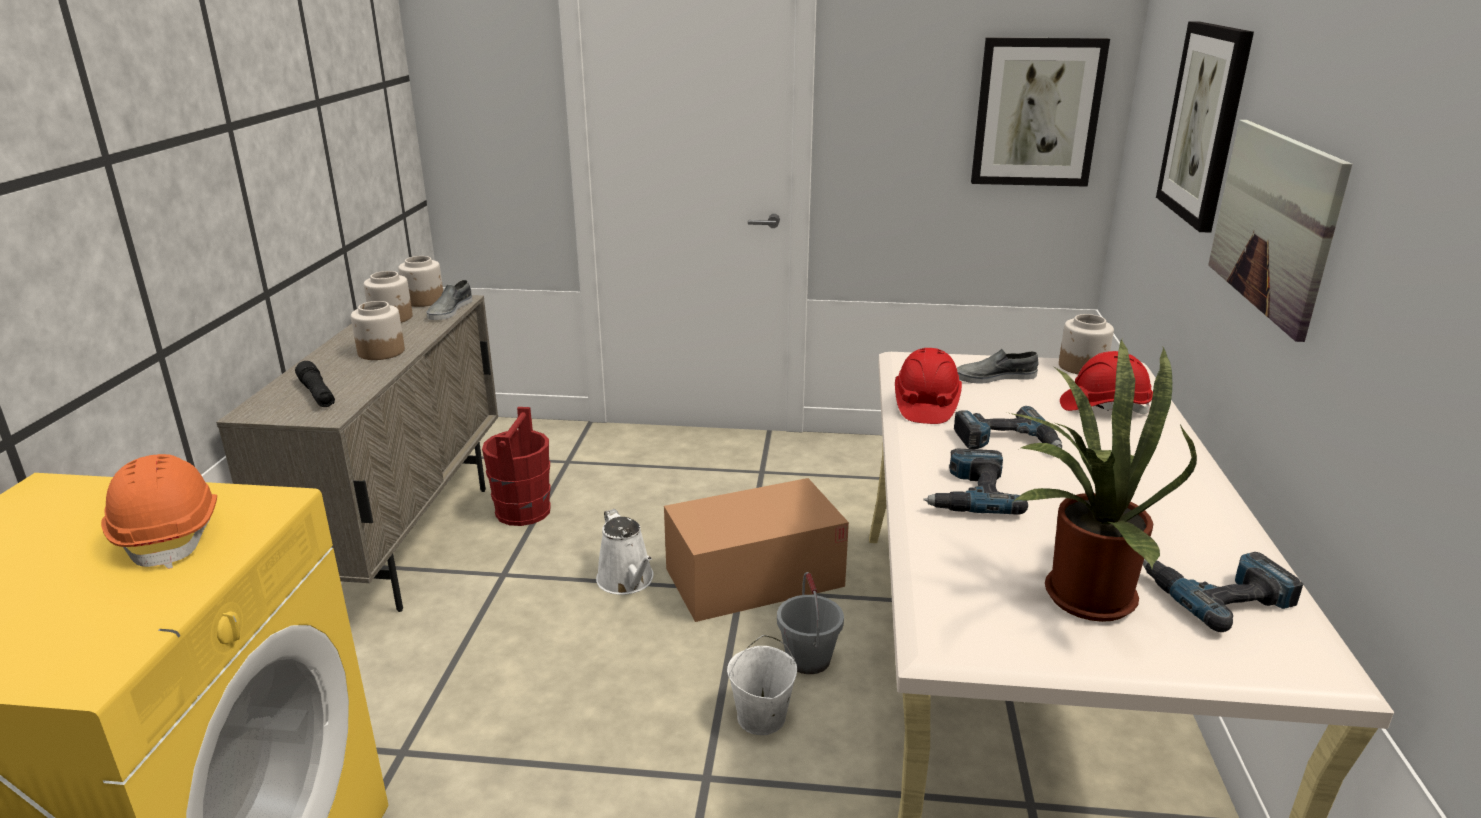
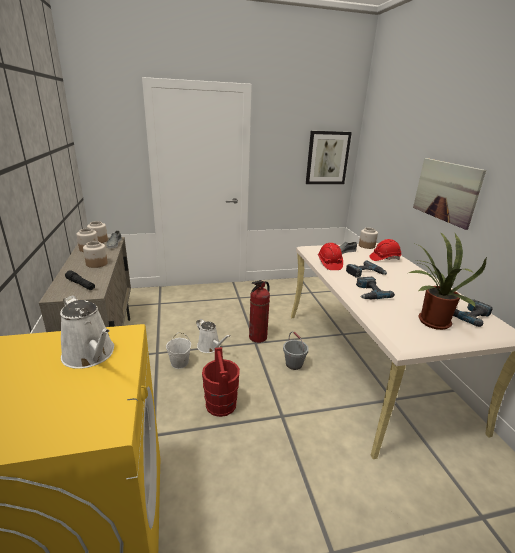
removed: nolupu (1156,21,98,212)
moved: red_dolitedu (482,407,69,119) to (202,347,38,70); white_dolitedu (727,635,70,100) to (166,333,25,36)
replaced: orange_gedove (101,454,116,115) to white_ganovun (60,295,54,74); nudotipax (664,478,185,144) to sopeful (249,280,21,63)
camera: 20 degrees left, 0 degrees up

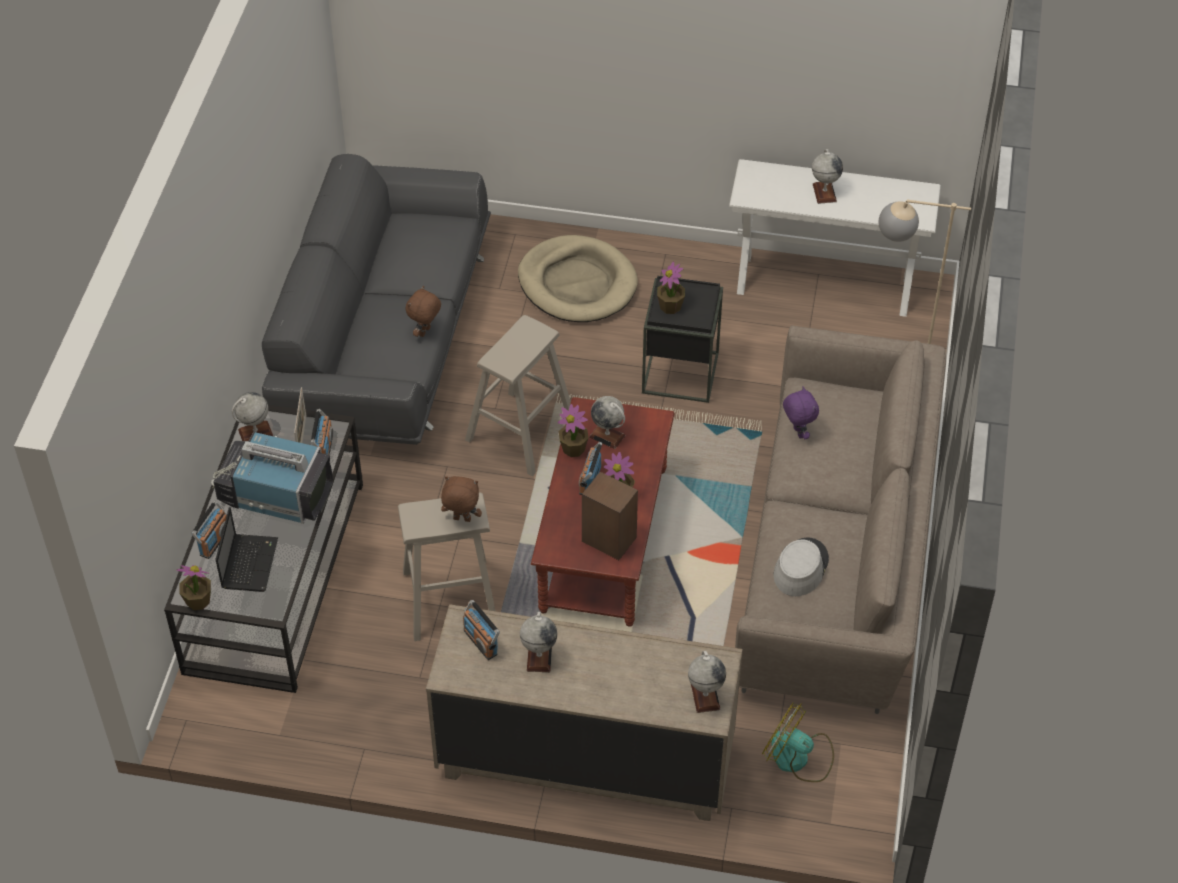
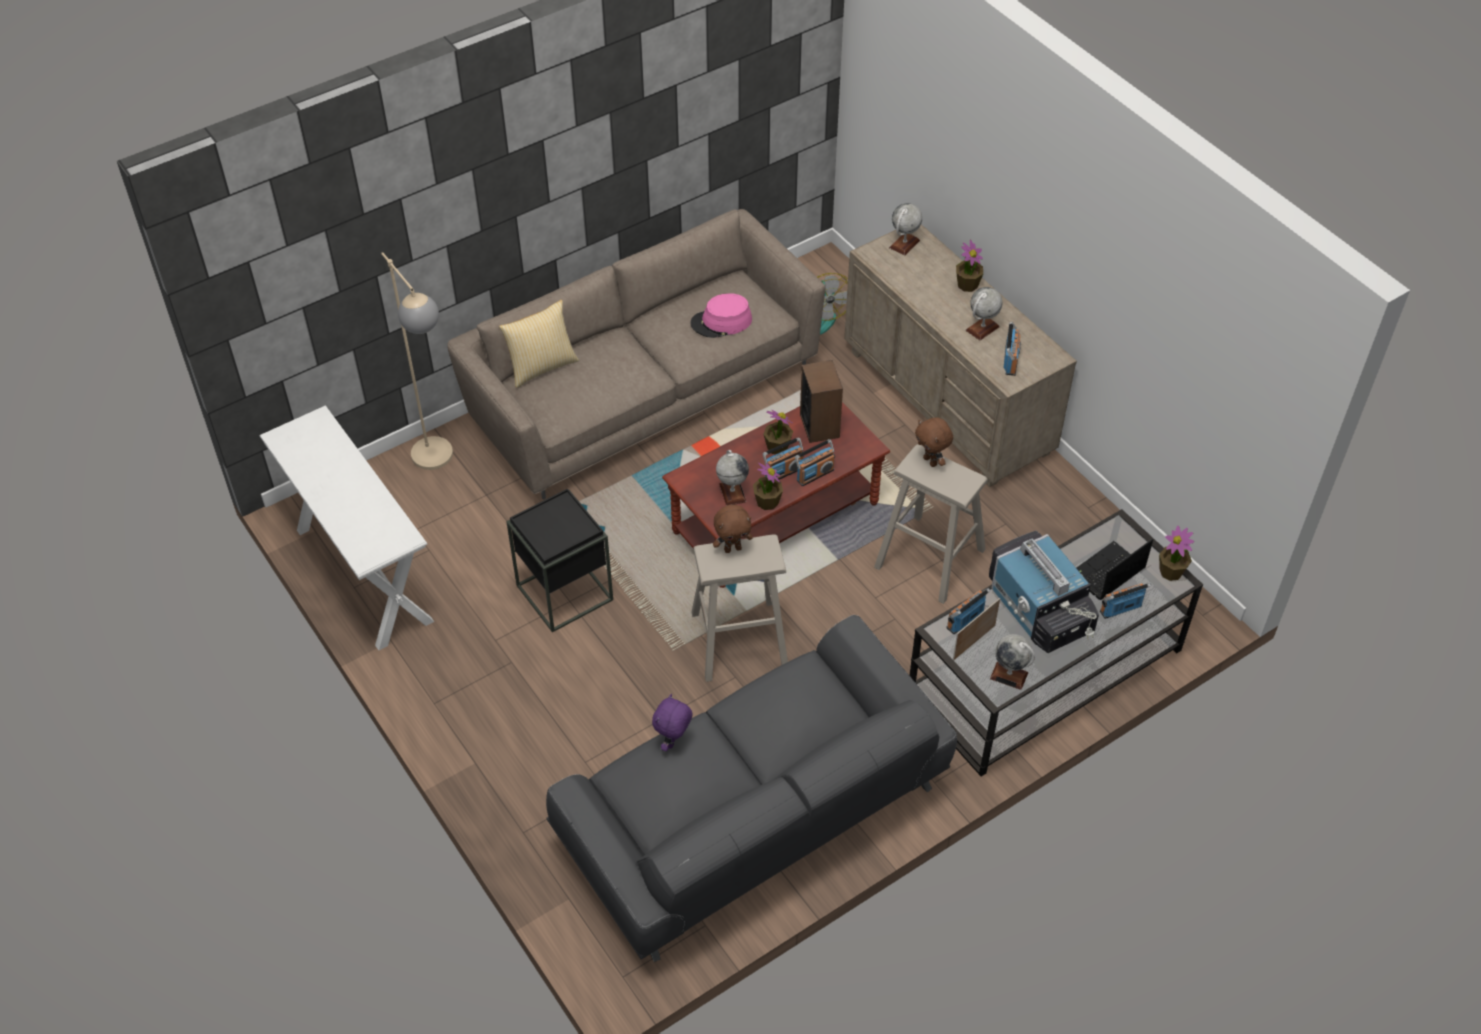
removed: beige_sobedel (518,235,120,87); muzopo (812,149,31,55)
added: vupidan (499,300,80,88); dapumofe (795,439,40,47)
moved: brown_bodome (406,286,35,51) to (713,505,40,48); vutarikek (657,262,28,52) to (956,240,27,52); purple_bodome (783,386,36,53) to (652,694,41,58)
recoloured: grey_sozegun (774,537,55,59) to pink_sozegun (690,293,62,45)
camera: 135 degrees left, 0 degrees up

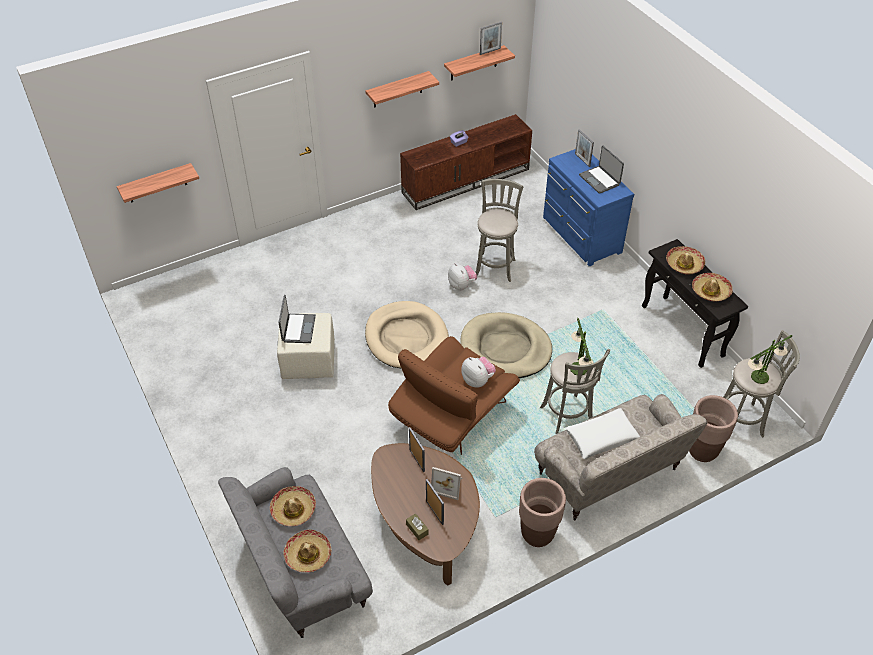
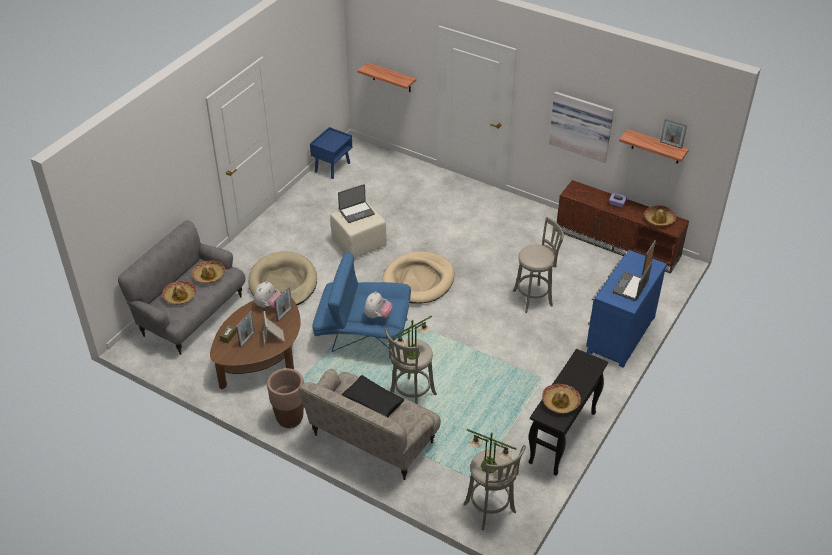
removed: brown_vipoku (689,395,49,67)
added: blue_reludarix (310,127,42,52)
moved: bodome (448,263,29,28) to (254,281,27,27); beige_sobedel (460,312,92,66) to (248,251,69,54); sozegun (666,246,39,29) to (644,205,32,21)
replaced: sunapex (365,71,74,37) to nolupu (549,92,65,71)
recoloured: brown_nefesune (388,336,132,119) to blue_nefesune (312,252,99,100); white_vupidan (565,408,75,51) to black_vupidan (342,375,62,42)
camera: 60 degrees right, 5 degrees down

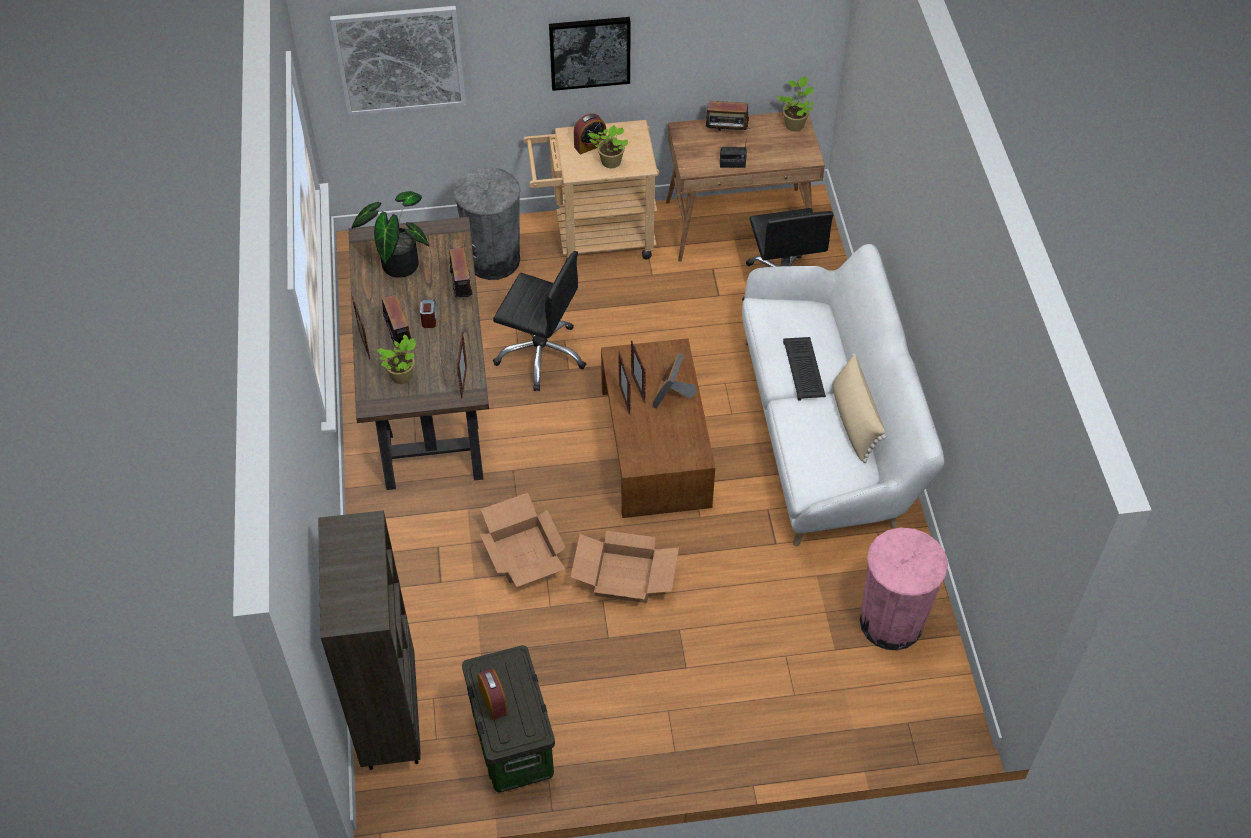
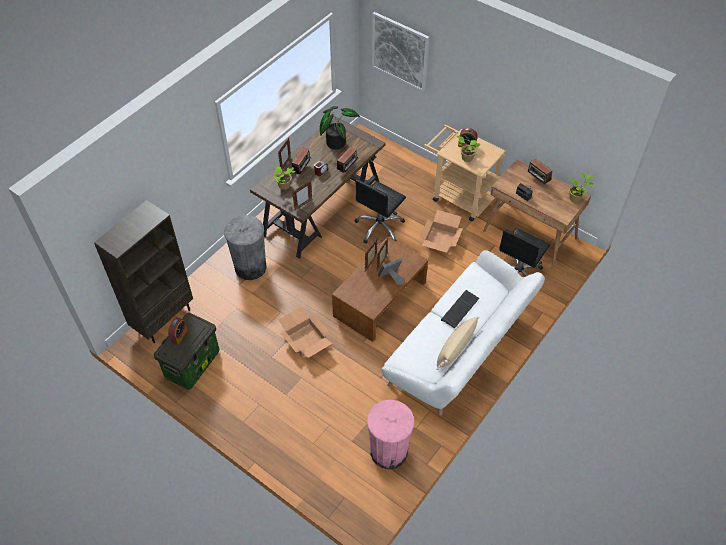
removed: nolupu (549,17,81,74)
moved: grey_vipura (453,167,68,113) to (224,215,43,65); nudotipax (480,493,86,94) to (420,210,43,43)
turned: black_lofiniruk (493,251,93,140) = (355,179,51,65) 60 degrees clockwise
camera: 45 degrees right, 0 degrees up

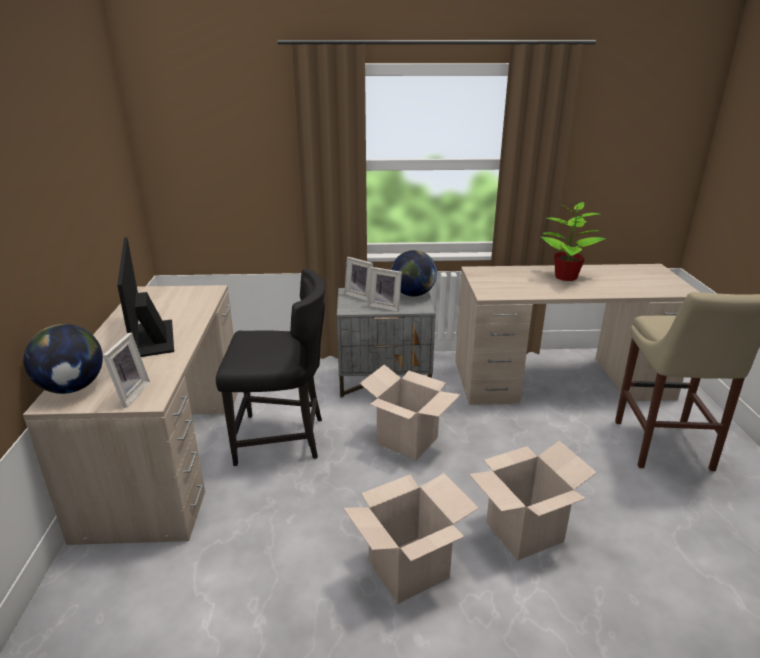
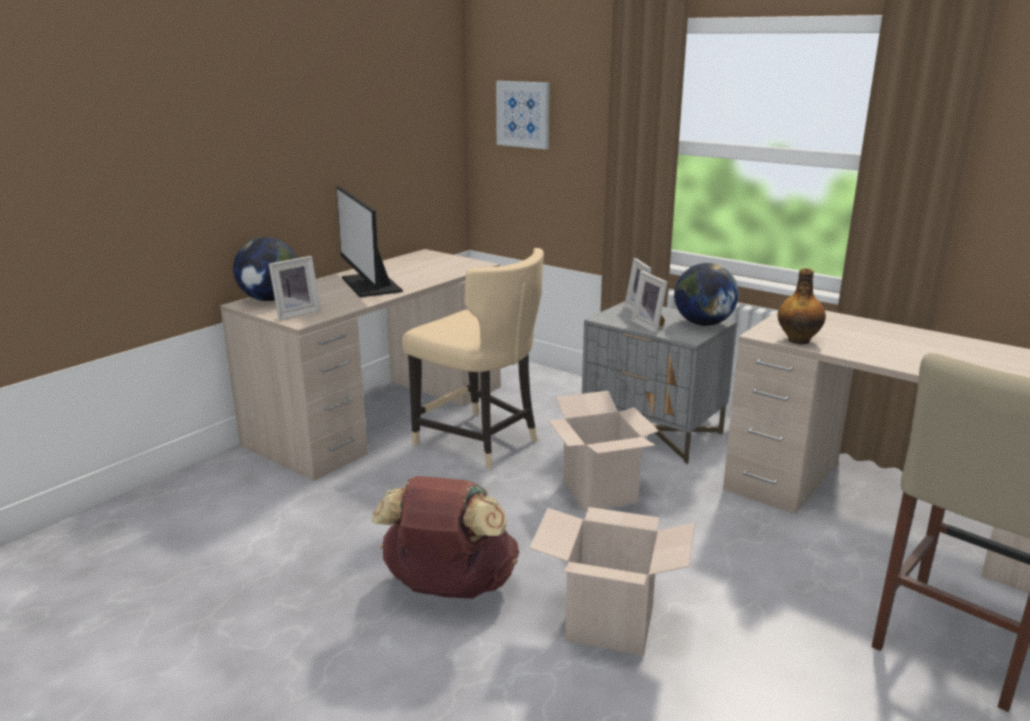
removed: vutarikek (541,201,65,80)
added: nolupu (496,81,54,68); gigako (778,268,48,76)
replaced: nudotipax (343,473,136,131) to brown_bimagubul (371,476,148,123)
recoloured: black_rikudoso (216,268,109,198) to beige_rikudoso (402,248,142,221)
turned: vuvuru (117,237,57,120) = (337,187,66,110) 45 degrees counterclockwise
camera: 40 degrees right, 5 degrees down

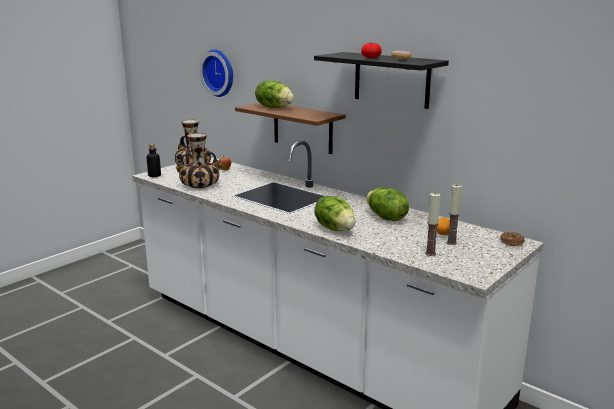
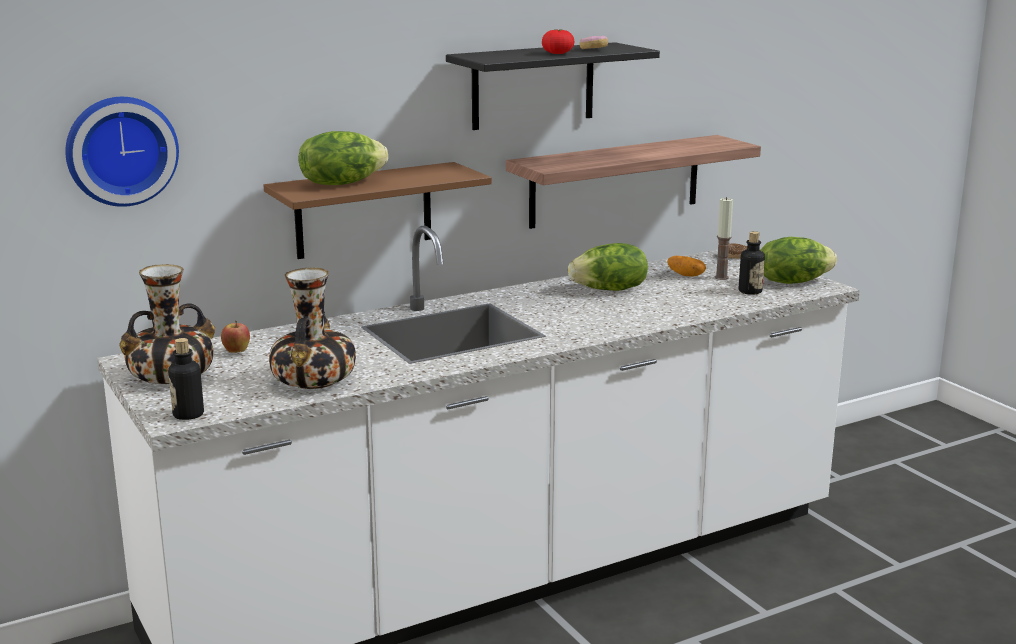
added: sunapex (506,135,255,94)
moved: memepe (314,196,41,35) to (761,237,76,47)
replaced: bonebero (425,193,15,63) to gigako (739,231,26,64)
camera: 70 degrees left, 0 degrees up

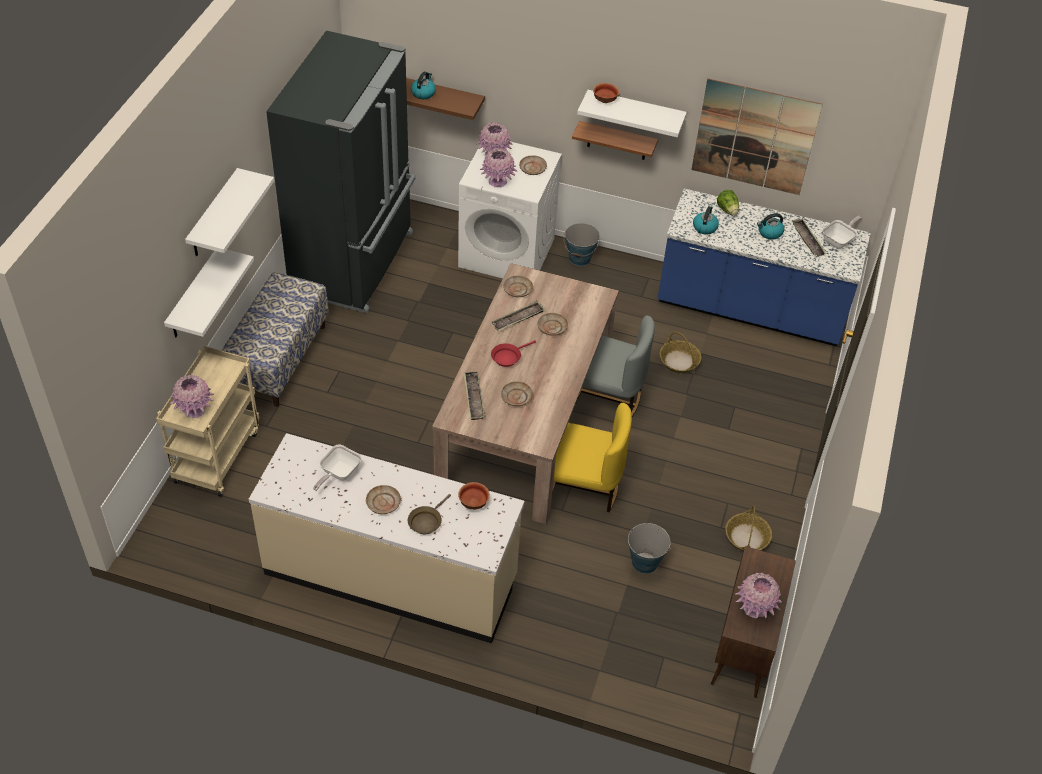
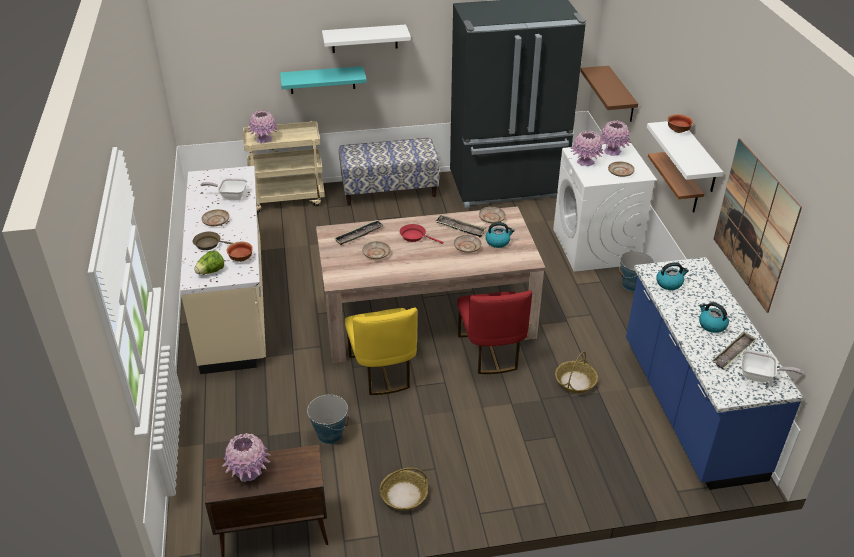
moved: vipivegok (411,72,25,27) to (486,222,29,26); memepe (717,190,22,26) to (194,251,30,23)
recoloured: white_sunapex (164,250,90,87) to turquoise_sunapex (280,66,87,28); grey_rikudoso (576,315,79,102) to red_rikudoso (457,290,75,84)
camera: 65 degrees right, 10 degrees down

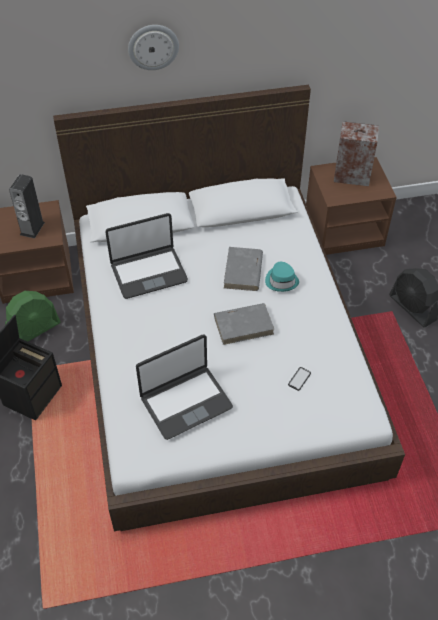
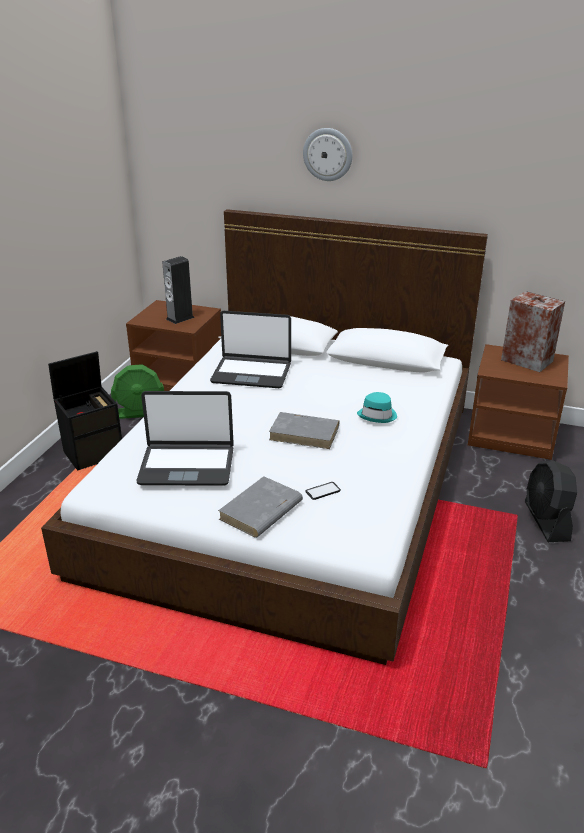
moved: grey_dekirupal (224,247,39,44) to (218,476,85,62)
camera: 30 degrees right, 20 degrees down

